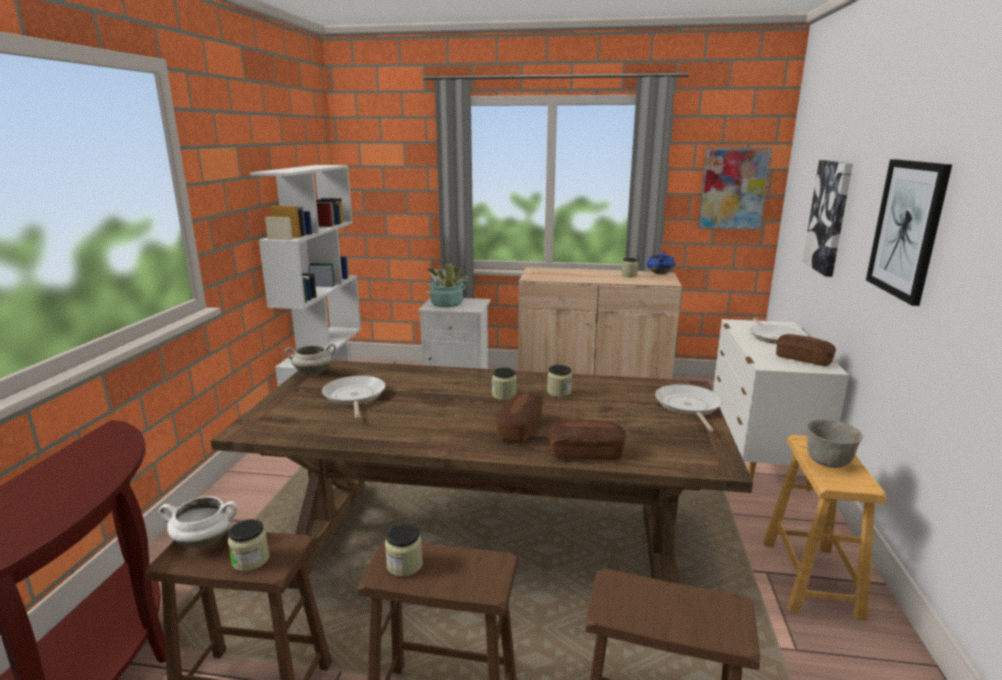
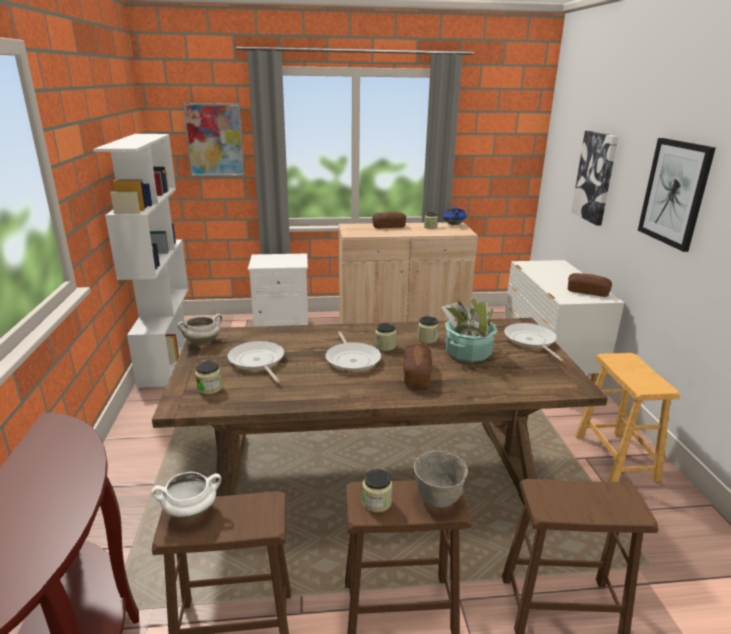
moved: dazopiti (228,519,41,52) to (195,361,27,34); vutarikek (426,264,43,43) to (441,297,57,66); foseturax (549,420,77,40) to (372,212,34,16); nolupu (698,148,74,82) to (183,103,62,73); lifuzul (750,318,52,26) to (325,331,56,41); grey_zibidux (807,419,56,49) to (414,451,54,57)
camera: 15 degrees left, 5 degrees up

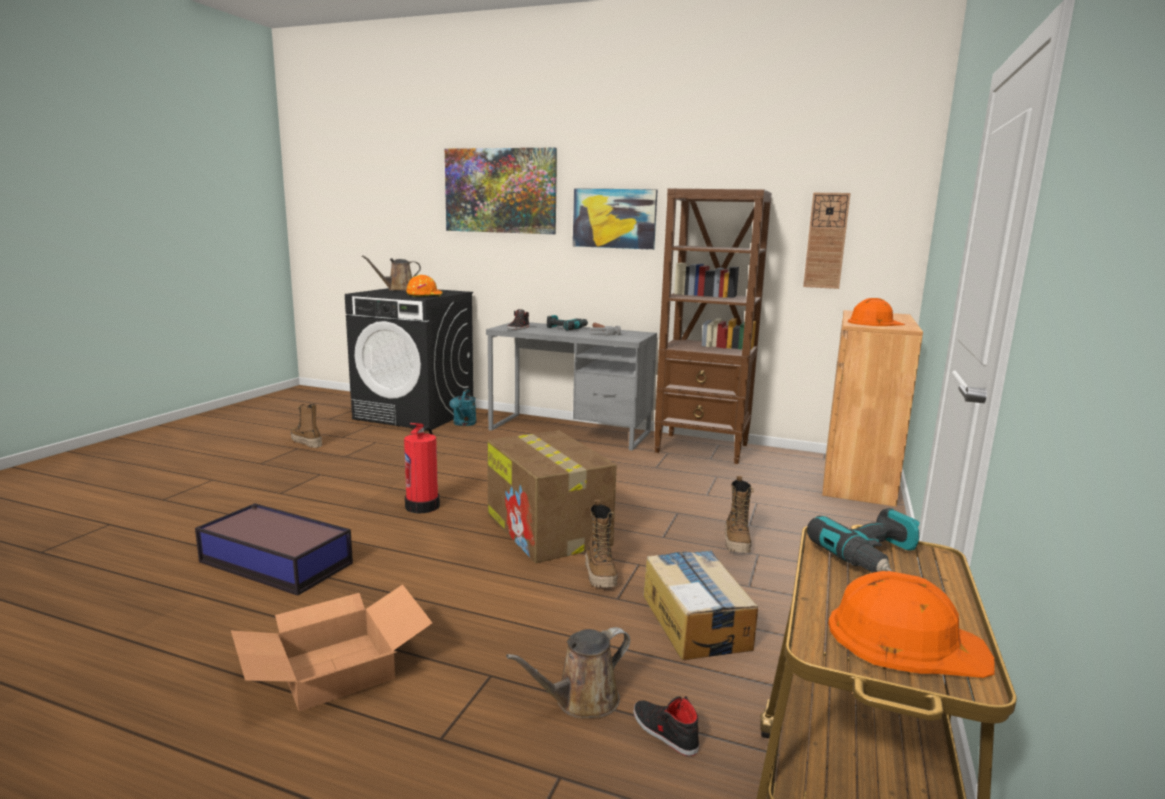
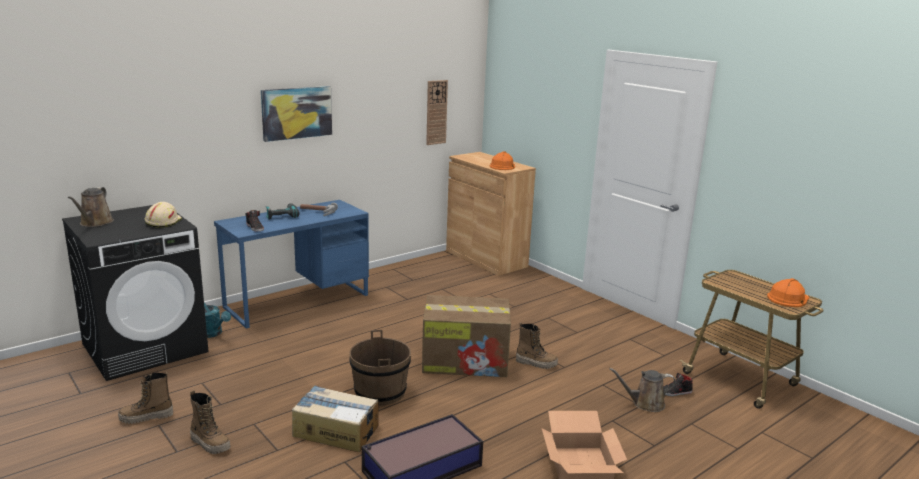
removed: nolupu (445,148,112,86); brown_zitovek (654,188,118,276); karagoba (807,508,113,65)
moved: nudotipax (644,550,114,110) to (292,385,87,67); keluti (725,476,29,77) to (190,390,41,64)
replaced: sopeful (404,423,36,90) to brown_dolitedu (349,330,62,76)
recoloured: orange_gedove (406,275,37,22) to beige_gedove (145,202,37,25); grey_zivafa (486,322,171,129) to blue_zivafa (214,200,155,129)
turned: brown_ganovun (506,627,124,91) = (609,368,67,44) 90 degrees clockwise
camera: 60 degrees left, 5 degrees up

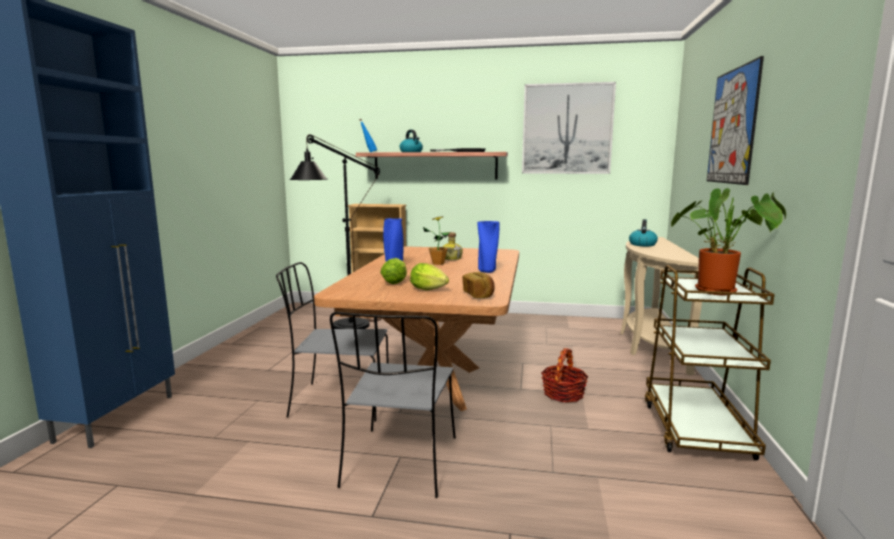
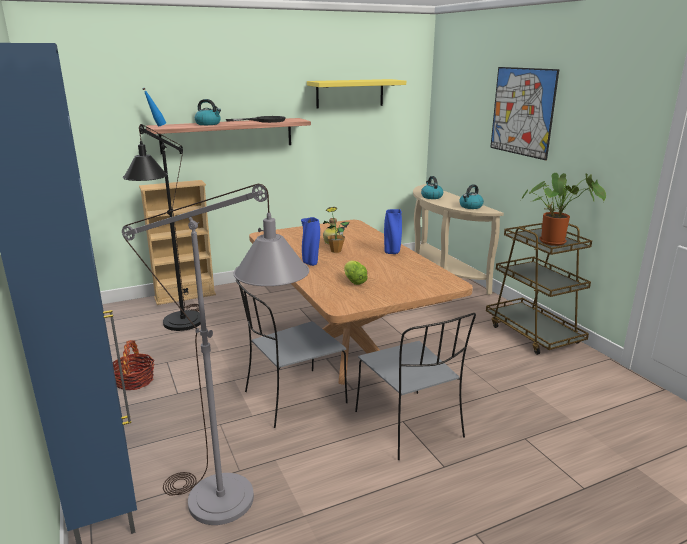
removed: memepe (410,263,39,27); foseturax (463,272,32,26)
added: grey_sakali (122,184,187,341); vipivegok (459,184,25,25)
moved: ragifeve (541,348,48,55) to (113,340,42,50)
replaced: nolupu (522,82,94,92) to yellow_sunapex (307,79,99,29)
camera: 35 degrees left, 10 degrees up

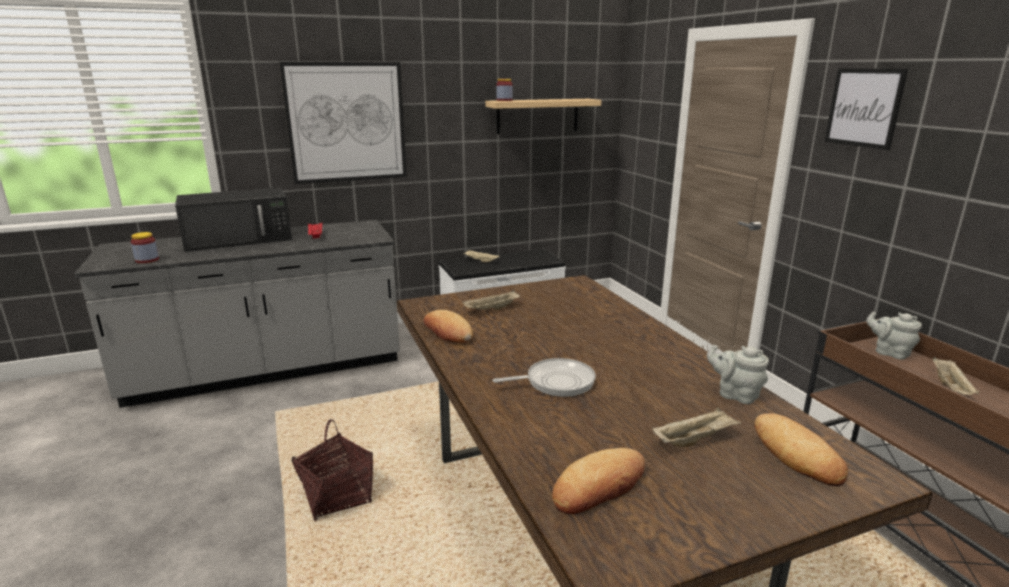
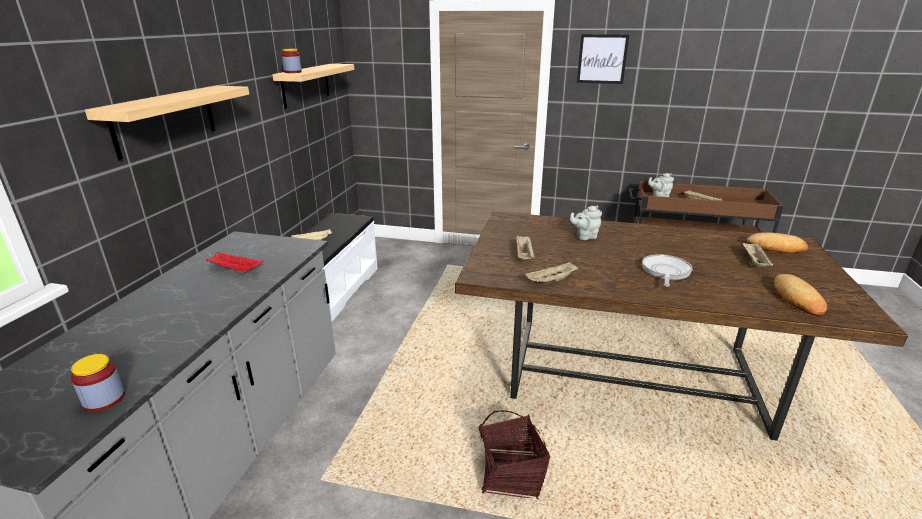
removed: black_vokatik (175,187,117,65)
moved: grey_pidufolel (707,345,62,59) to (570,206,32,34)
replaced: nolupu (279,62,128,122) to sunapex (85,86,164,74); foseturax (424,310,49,33) to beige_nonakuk (525,262,53,20)
camera: 55 degrees left, 5 degrees up

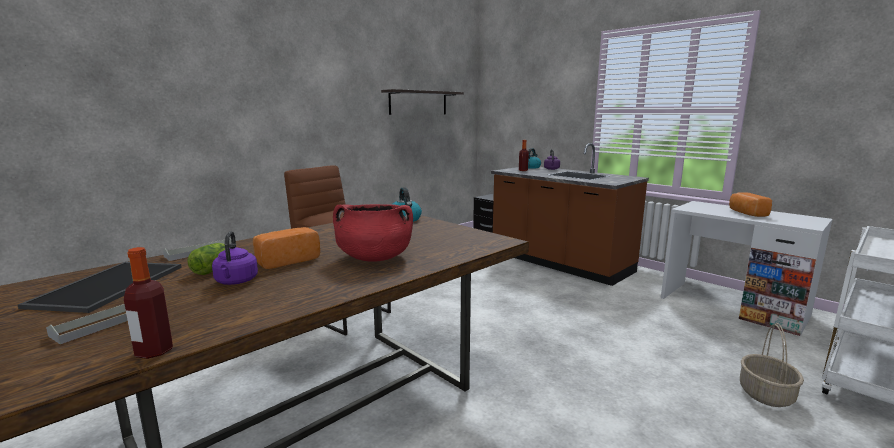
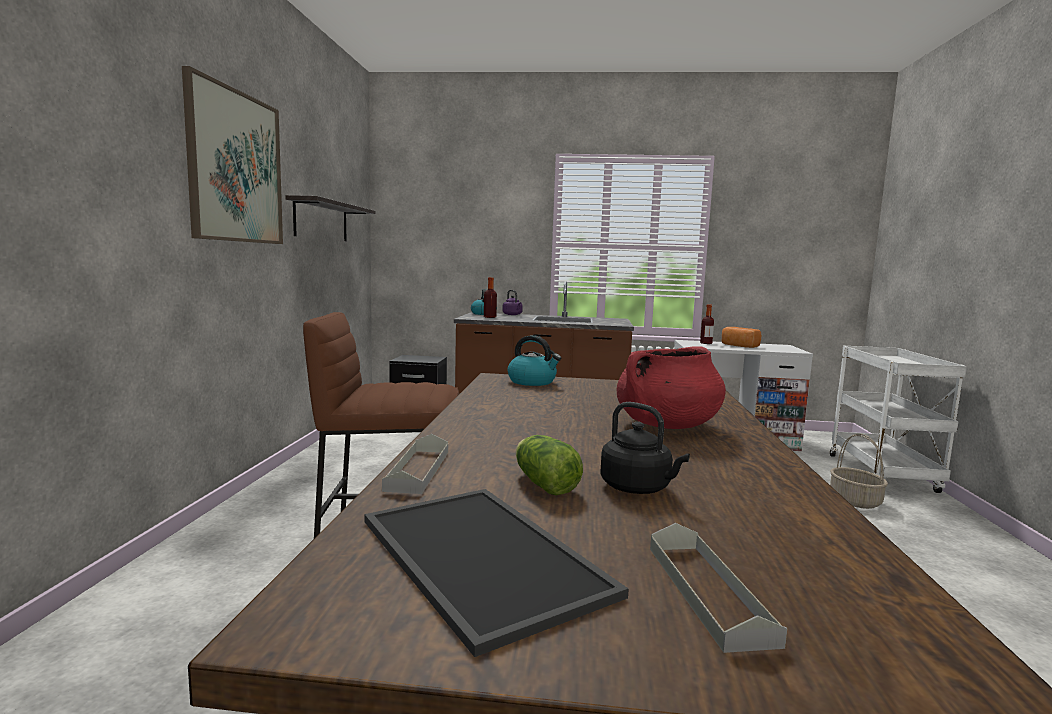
removed: foseturax (253,227,67,42)
added: nolupu (182,66,101,178)
moved: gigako (124,247,49,112) to (700,304,14,40)
recoloured: purple_vipivegok (212,231,46,54) to black_vipivegok (600,402,90,92)
camera: 40 degrees left, 5 degrees down

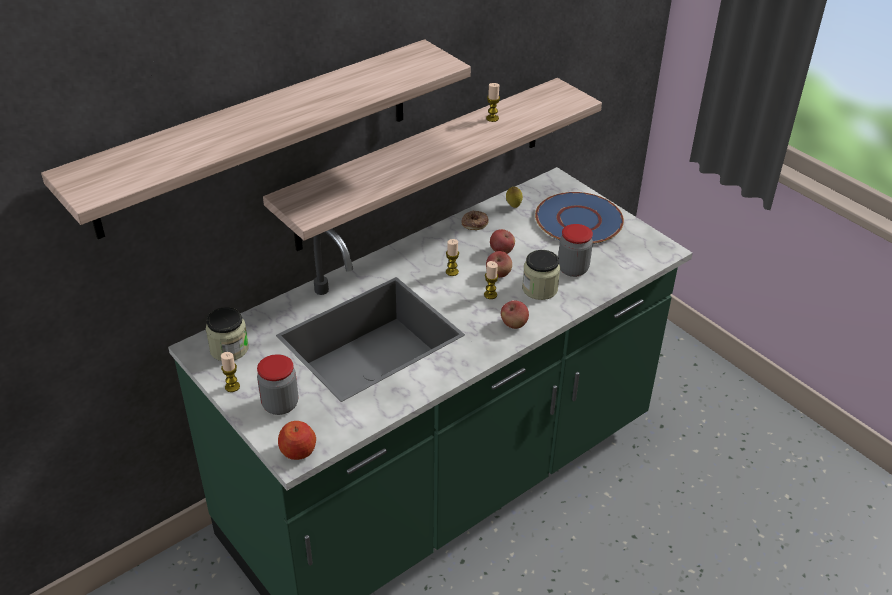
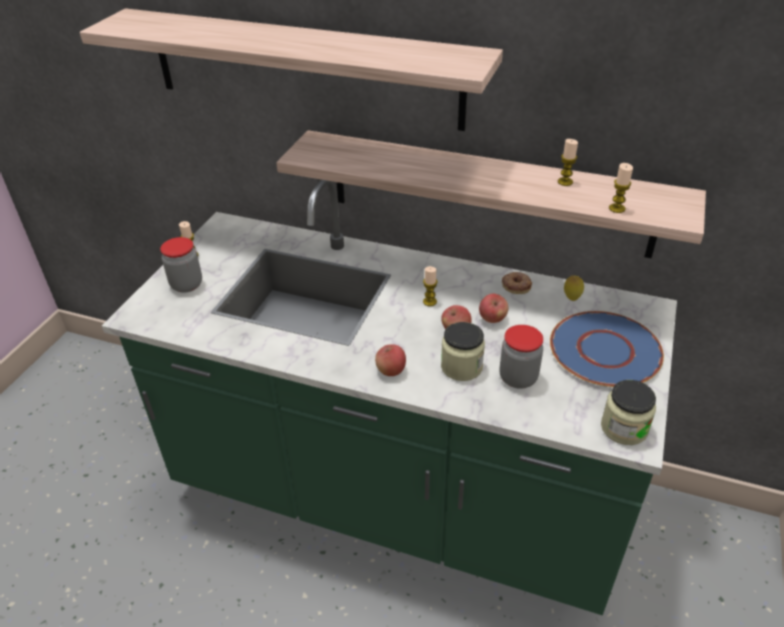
removed: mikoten (278,421,38,39)
moved: dazopiti (206,307,43,54) to (601,380,55,65); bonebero (484,261,15,38) to (609,163,24,50)
camera: 60 degrees right, 0 degrees up

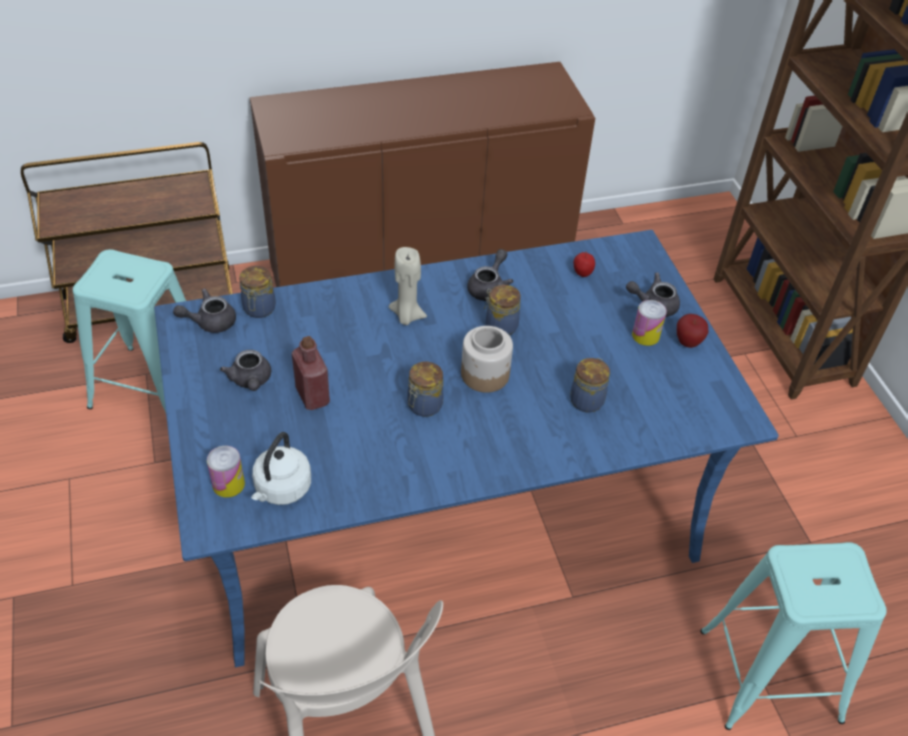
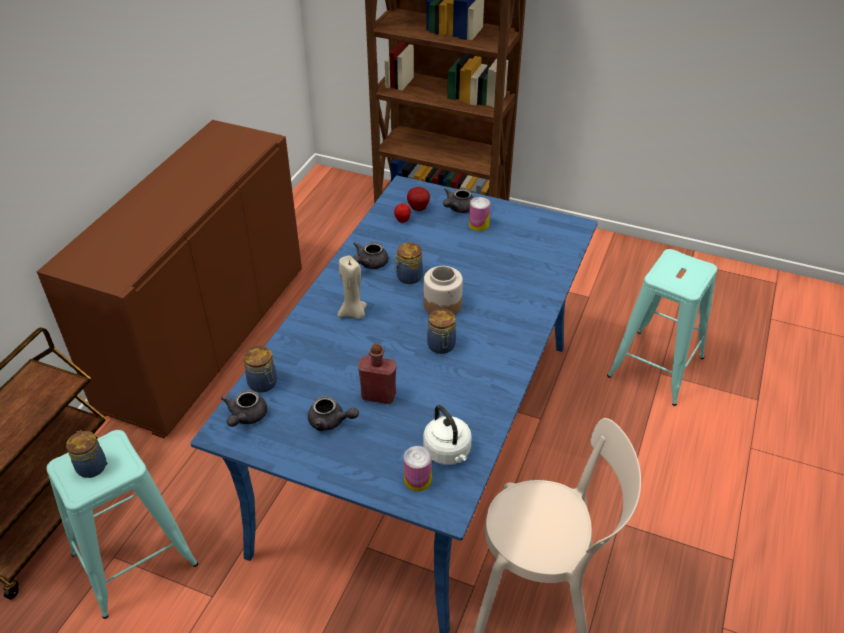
moved: dazopiti (570,358,40,54) to (66,430,40,48); mikoten (677,314,31,34) to (407,187,23,24)
turned: grey_pidufolel (467,249,46,52) = (353,242,35,27) 120 degrees counterclockwise
camera: 50 degrees left, 5 degrees down

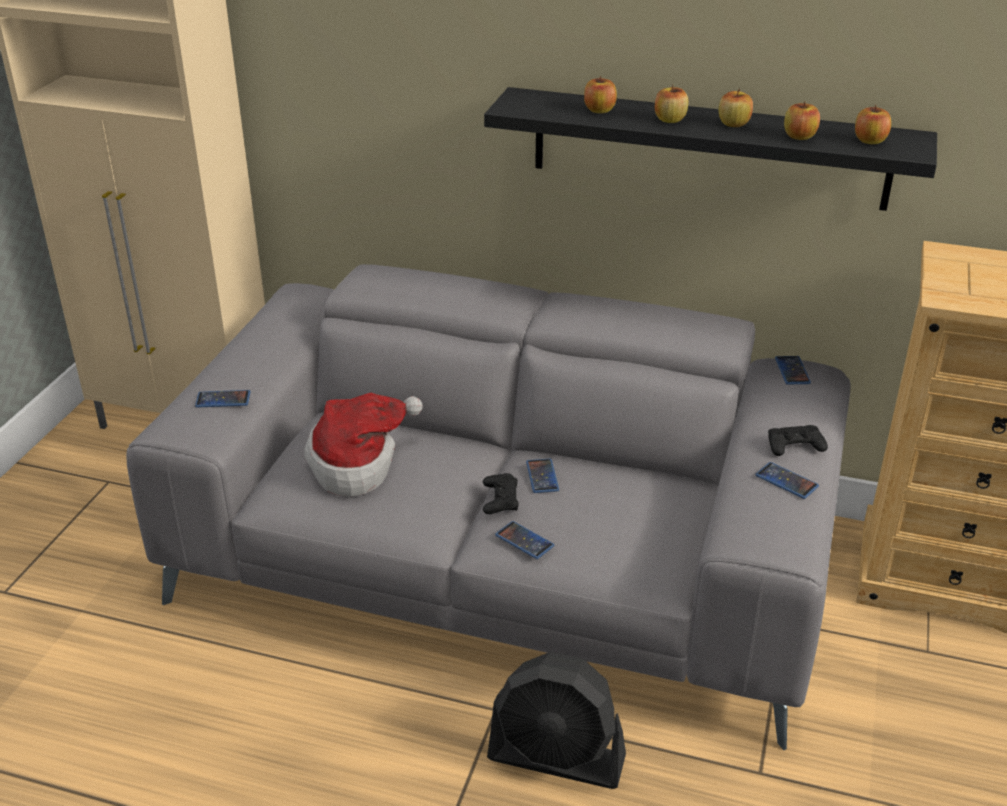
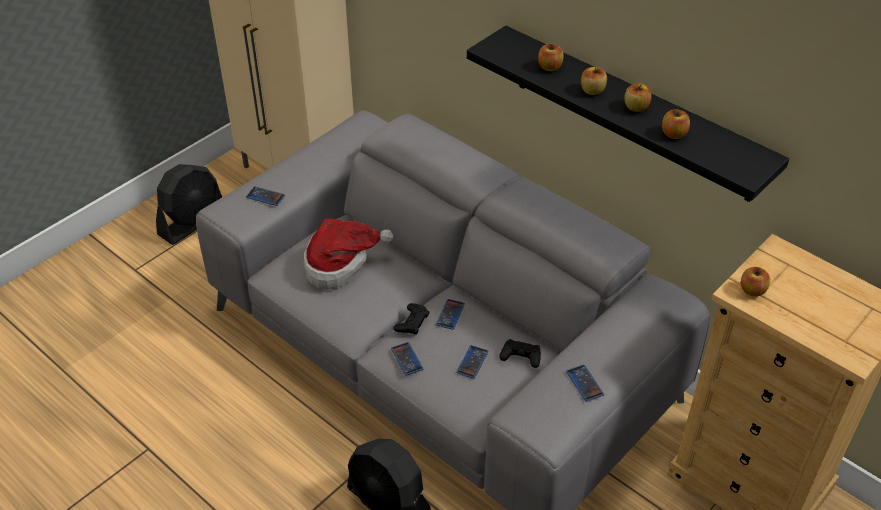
added: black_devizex (156,164,66,81)
moved: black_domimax (768,425,60,31) to (499,339,42,29); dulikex (775,356,36,28) to (456,345,33,34); mikoten (855,105,36,39) to (741,267,29,30)
camera: 25 degrees right, 10 degrees up

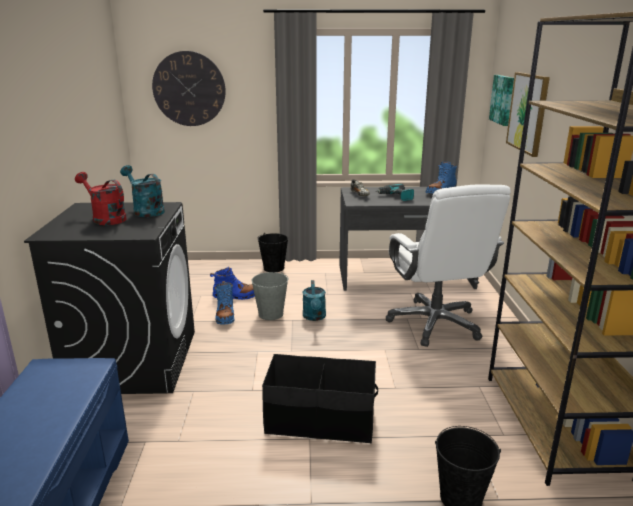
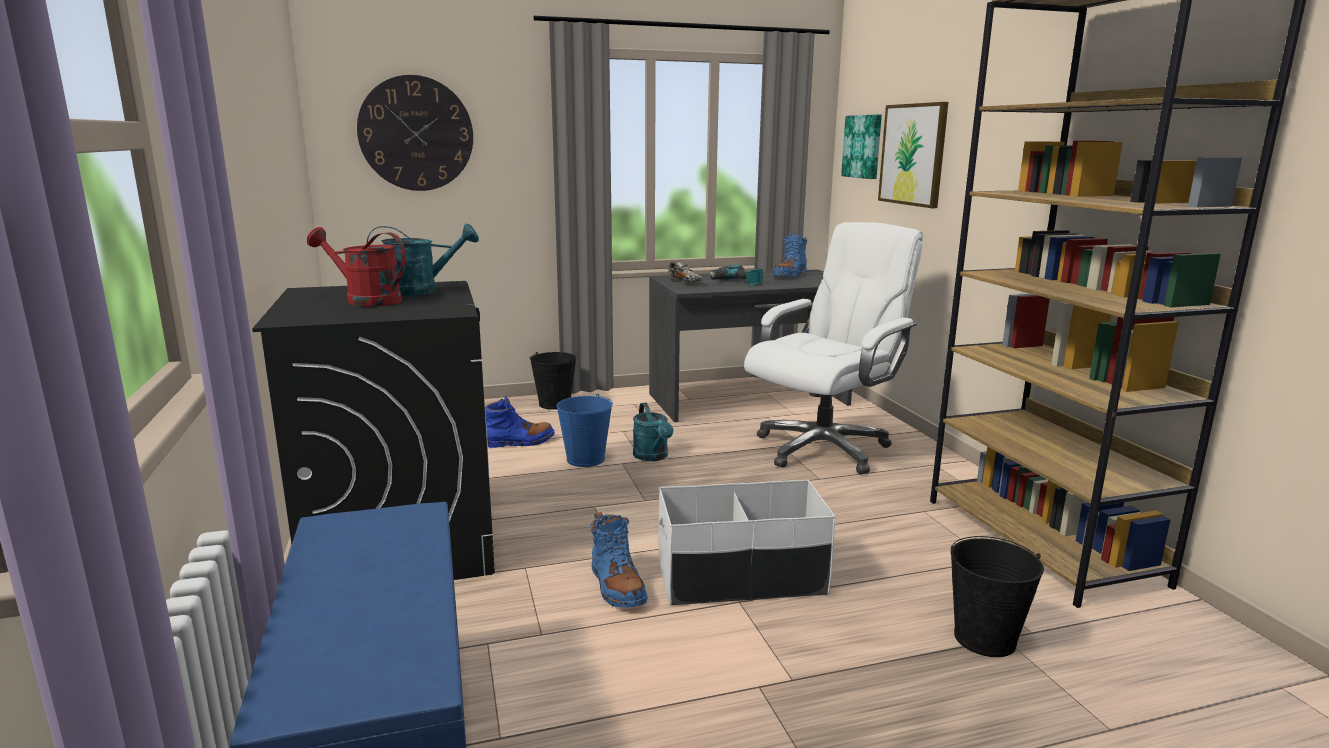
moved: blue_keluti (214,281,20,44) to (590,512,58,96)
recoloured: grey_dolitedu (251,272,37,48) to blue_dolitedu (557,394,56,73); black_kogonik (262,354,116,89) to white_kogonik (658,480,177,125)
turned: turquoise_ganovun (120,165,45,52) = (367,223,112,73) 135 degrees clockwise; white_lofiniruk (386,185,125,162) = (744,222,179,252) 105 degrees counterclockwise
camera: 15 degrees left, 5 degrees down

